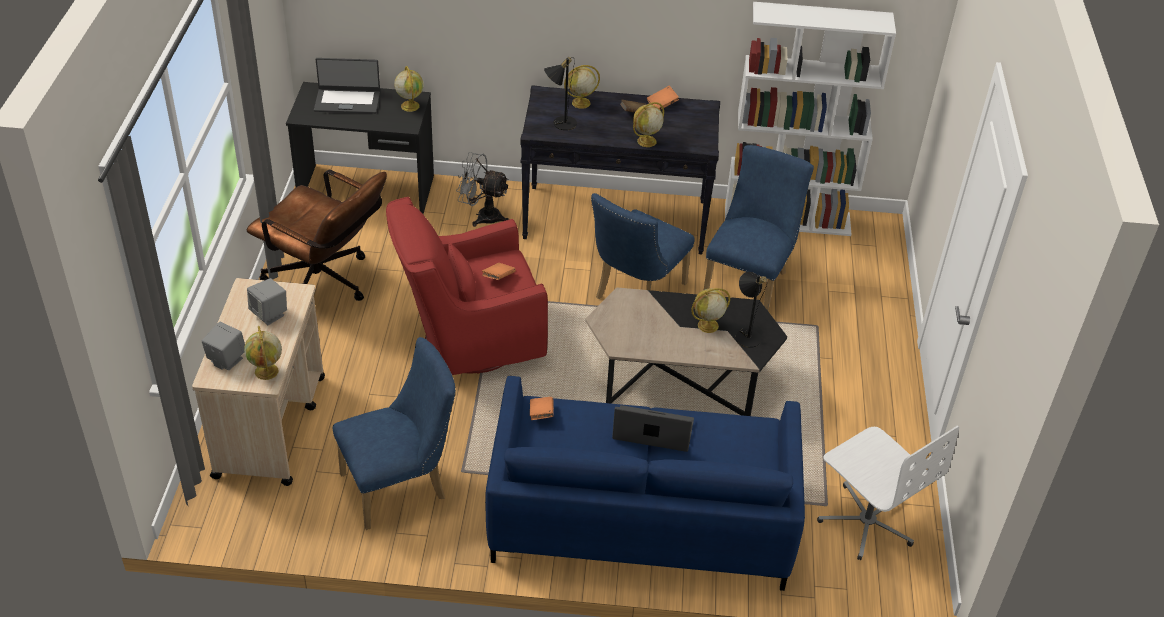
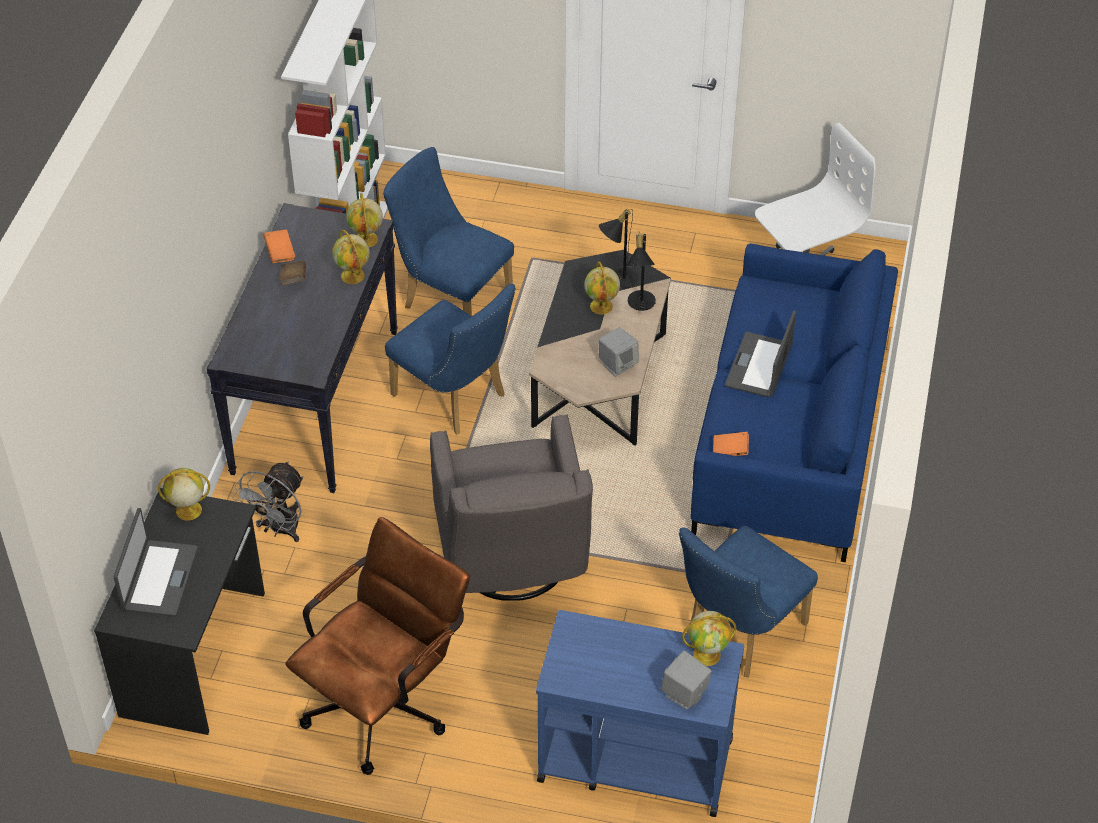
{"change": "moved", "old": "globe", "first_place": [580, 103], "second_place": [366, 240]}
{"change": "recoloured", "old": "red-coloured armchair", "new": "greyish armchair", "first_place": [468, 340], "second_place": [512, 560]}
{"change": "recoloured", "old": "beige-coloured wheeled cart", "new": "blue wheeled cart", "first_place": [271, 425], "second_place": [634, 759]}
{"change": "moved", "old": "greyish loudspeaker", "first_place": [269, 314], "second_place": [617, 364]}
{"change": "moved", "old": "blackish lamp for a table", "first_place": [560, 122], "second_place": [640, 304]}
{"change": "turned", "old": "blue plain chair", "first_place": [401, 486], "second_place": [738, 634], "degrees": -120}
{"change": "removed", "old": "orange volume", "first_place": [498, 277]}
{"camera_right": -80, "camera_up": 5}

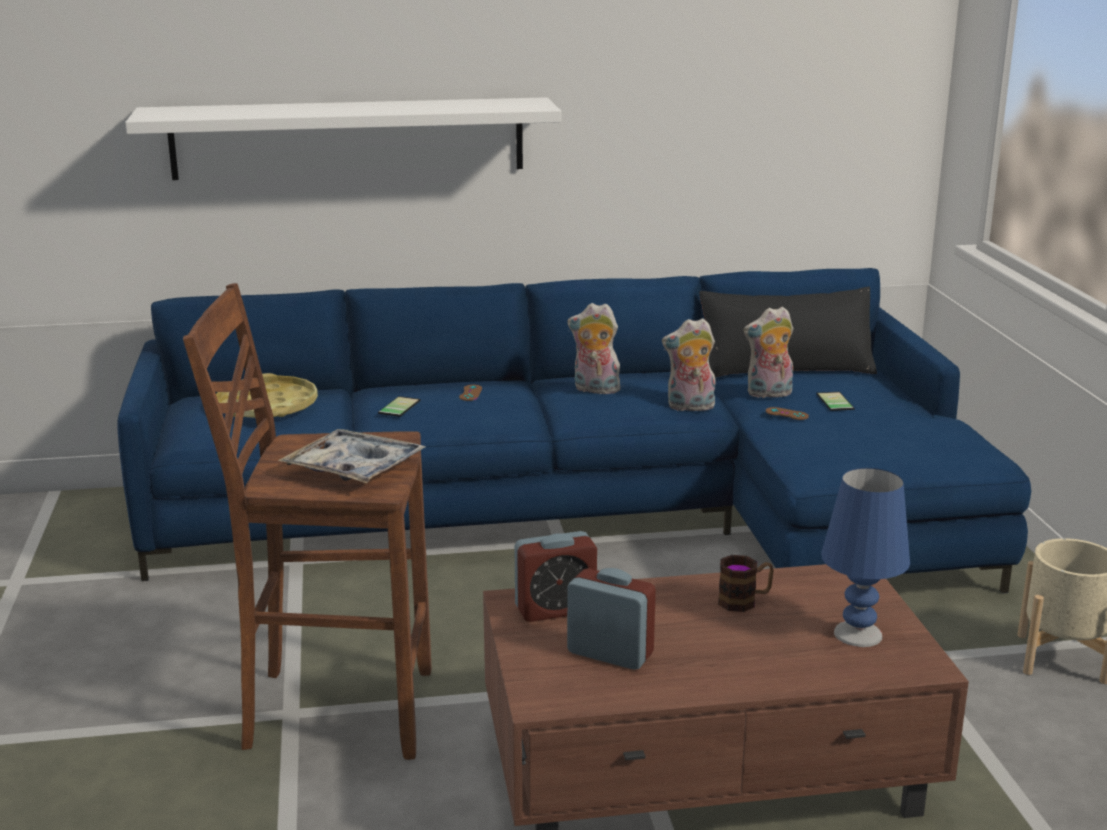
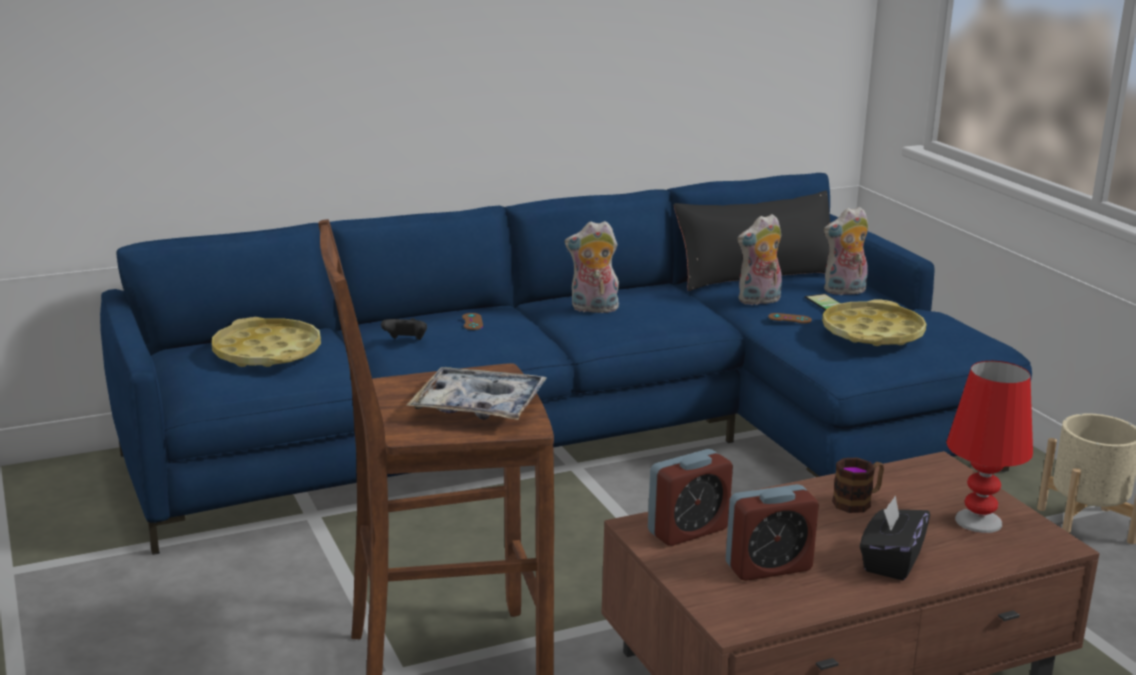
{"change": "replaced", "old": "telephone", "new": "blackish game controller", "first_place": [397, 406], "second_place": [405, 341]}
{"change": "turned", "old": "table clock", "first_place": [610, 653], "second_place": [768, 567], "degrees": 150}
{"change": "added", "new": "yellow-coloured tray", "second_place": [872, 333]}
{"change": "moved", "old": "soft toy", "first_place": [689, 407], "second_place": [844, 291]}
{"change": "added", "new": "blackish tissue box", "second_place": [891, 561]}
{"change": "recoloured", "old": "blue lamp for a table", "new": "red-coloured lamp for a table", "first_place": [857, 634], "second_place": [978, 521]}
{"change": "removed", "old": "white shelf", "first_place": [348, 138]}
{"camera_right": -15, "camera_up": 0}

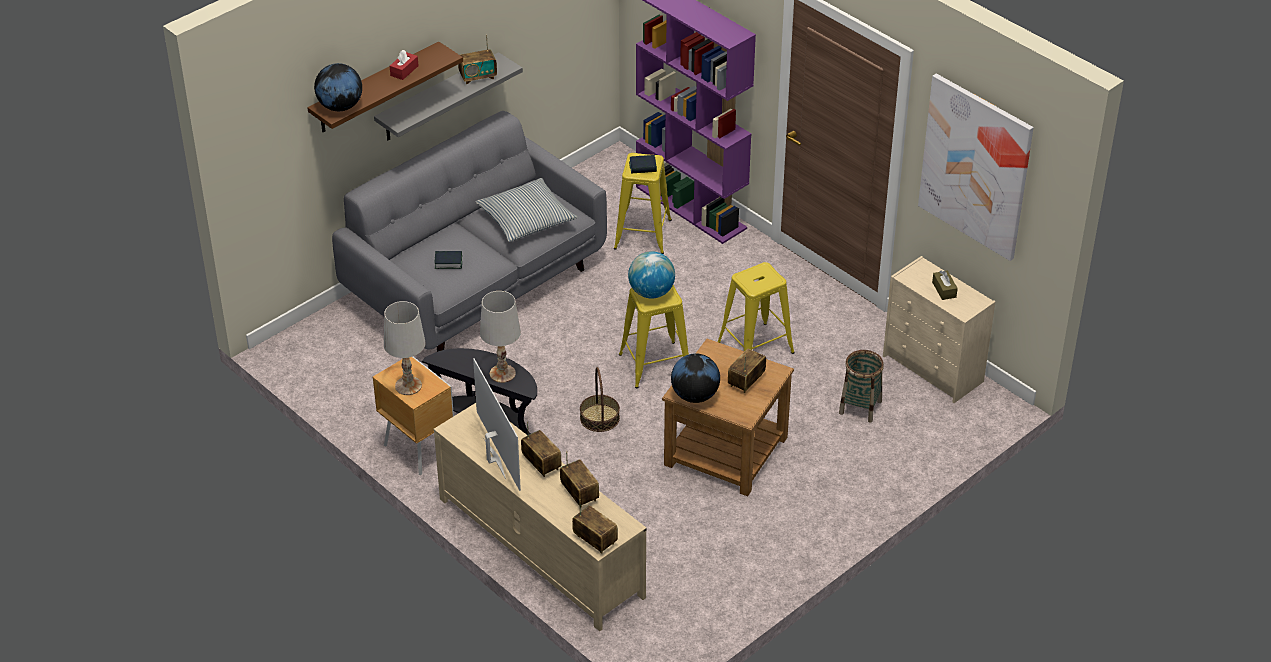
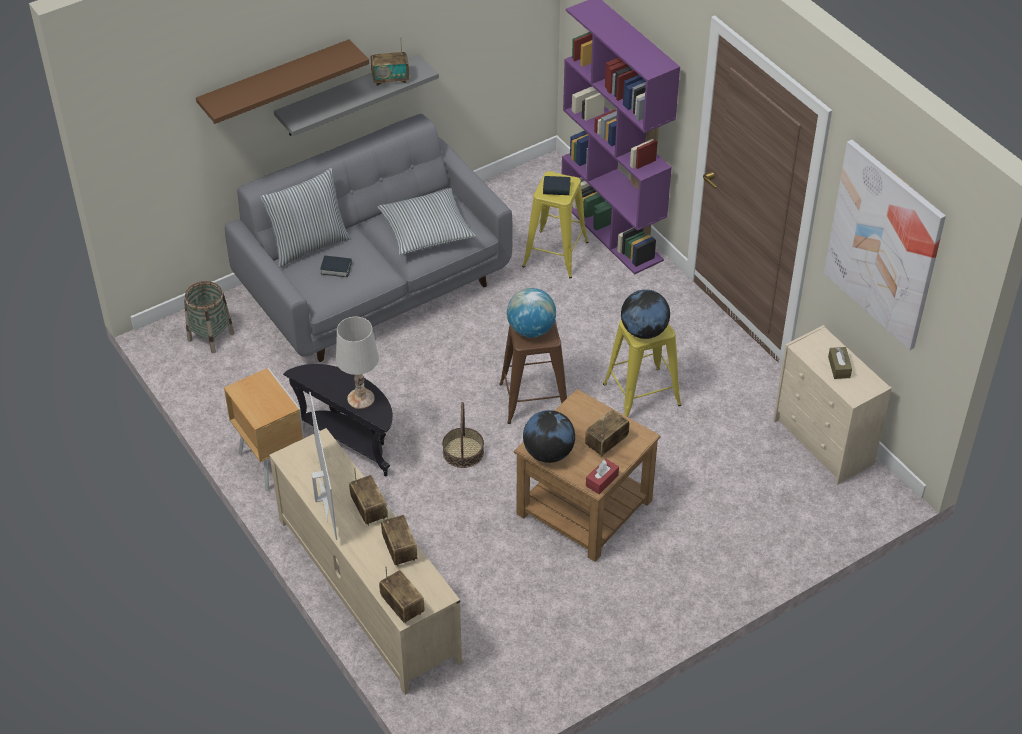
{"change": "moved", "old": "household basket", "first_place": [860, 407], "second_place": [211, 336]}
{"change": "added", "new": "pillow", "second_place": [309, 245]}
{"change": "recoloured", "old": "yellow-coloured stool", "new": "brown stool", "first_place": [655, 365], "second_place": [534, 400]}
{"change": "moved", "old": "red-coloured tissue box", "first_place": [404, 71], "second_place": [602, 480]}
{"change": "moved", "old": "globe", "first_place": [340, 106], "second_place": [644, 331]}
{"change": "removed", "old": "white lamp for a table", "first_place": [408, 385]}
{"camera_right": 10, "camera_up": 5}

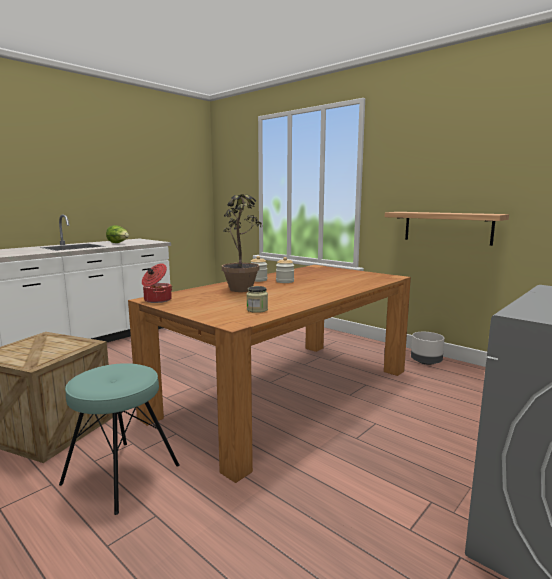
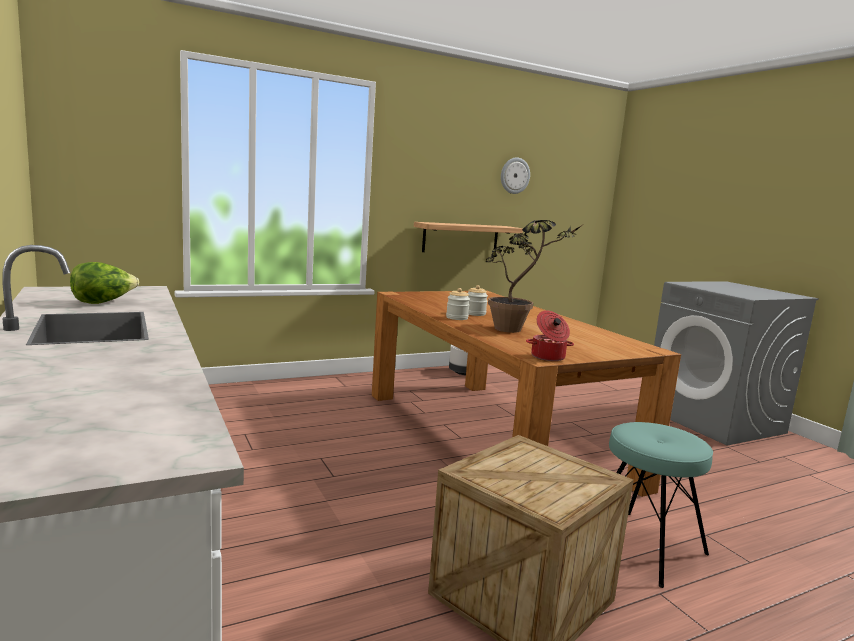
{"change": "added", "new": "wall clock", "second_place": [514, 175]}
{"change": "removed", "old": "preserve jar", "first_place": [257, 310]}
{"camera_right": -70, "camera_up": 0}

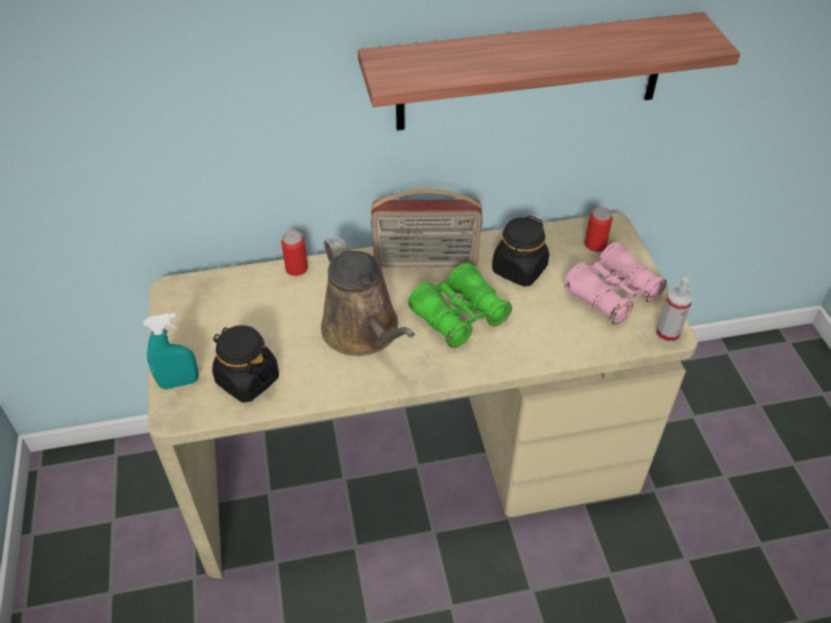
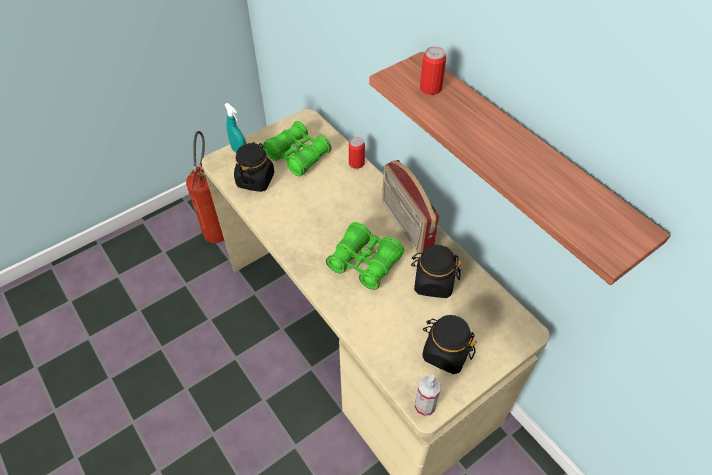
{"change": "added", "new": "extinguisher", "second_place": [218, 228]}
{"change": "added", "new": "green-coloured binoculars", "second_place": [298, 156]}
{"change": "moved", "old": "metal can", "first_place": [595, 245], "second_place": [430, 88]}
{"change": "replaced", "old": "pink-coloured binoculars", "new": "blackish preserve jar", "first_place": [612, 294], "second_place": [445, 353]}
{"change": "removed", "old": "brown sprinkling can", "first_place": [364, 332]}
{"camera_right": 65, "camera_up": 5}

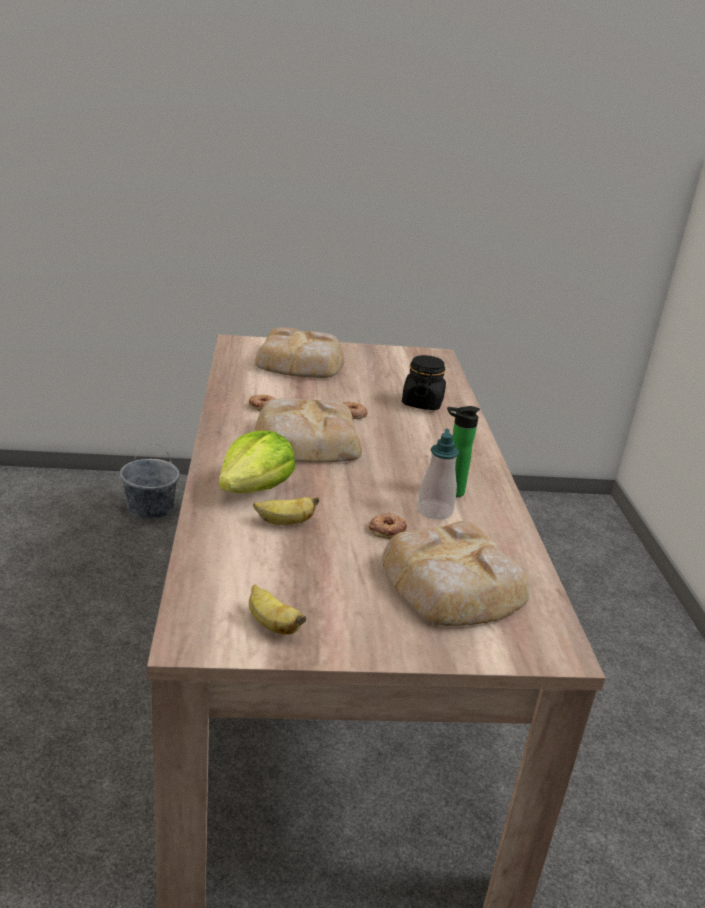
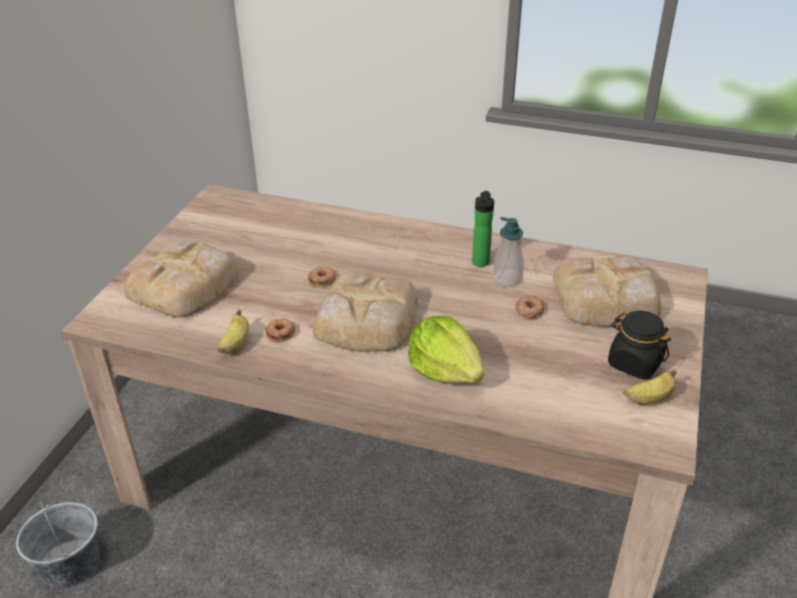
{"change": "moved", "old": "banana", "first_place": [285, 523], "second_place": [235, 344]}
{"change": "moved", "old": "blackish preserve jar", "first_place": [422, 403], "second_place": [634, 363]}
{"camera_right": -65, "camera_up": 10}

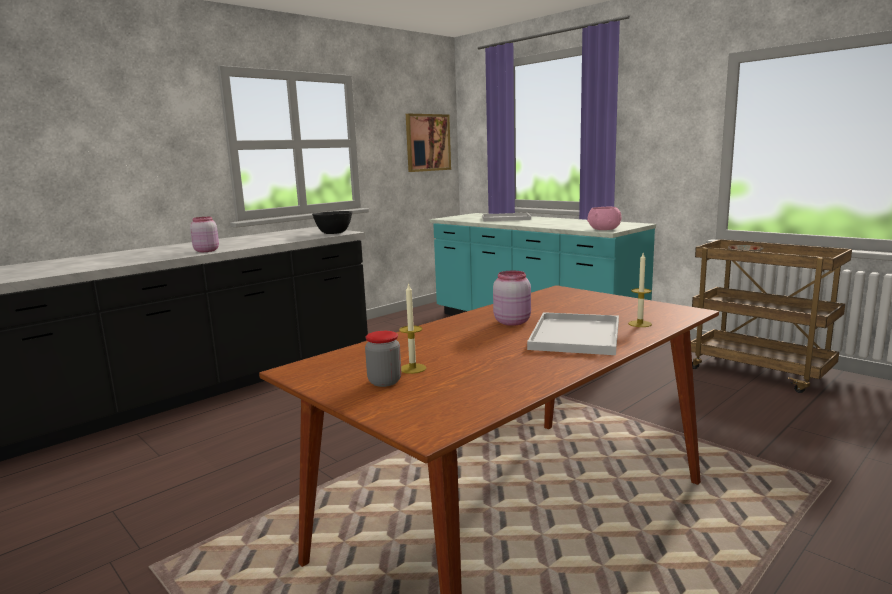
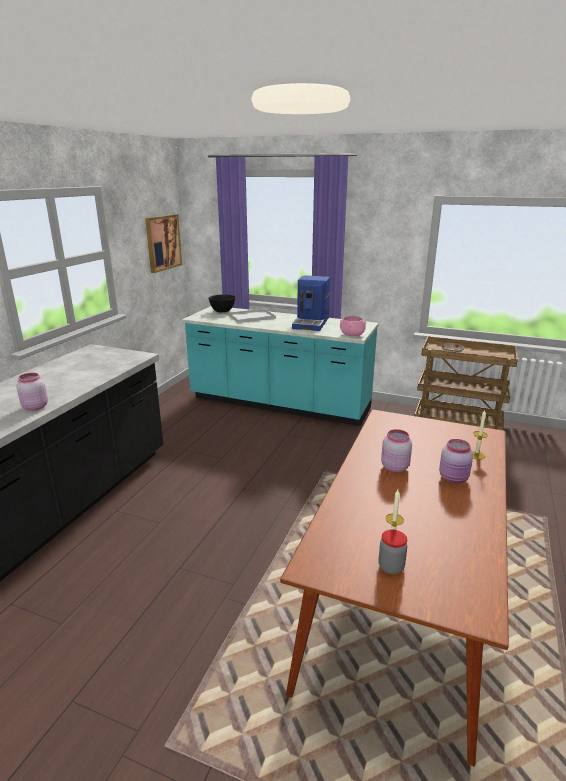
{"change": "moved", "old": "blackish serving bowl", "first_place": [334, 233], "second_place": [222, 311]}
{"change": "added", "new": "coffee machine", "second_place": [311, 323]}
{"change": "replaced", "old": "white tray", "new": "pink-coloured preserve jar", "first_place": [576, 336], "second_place": [454, 478]}
{"camera_right": -25, "camera_up": 10}

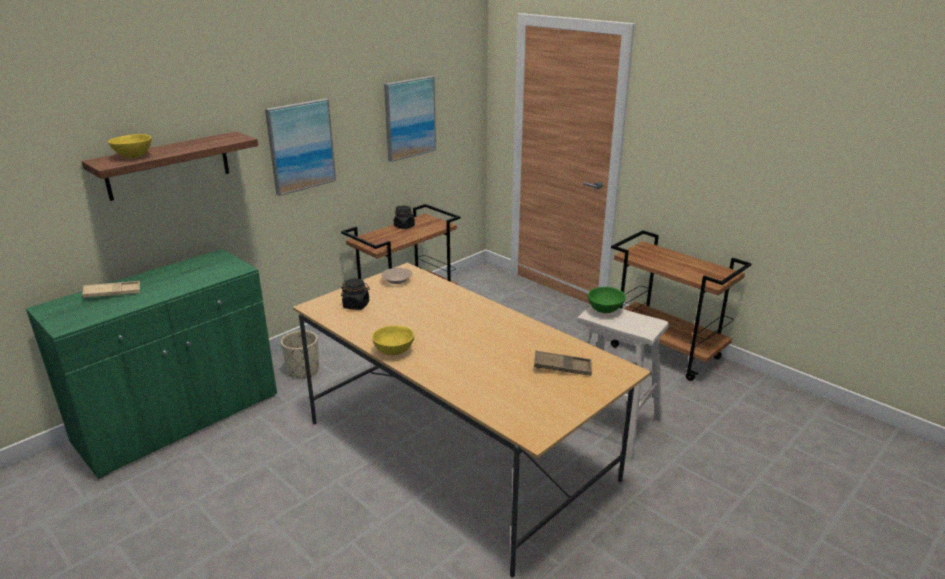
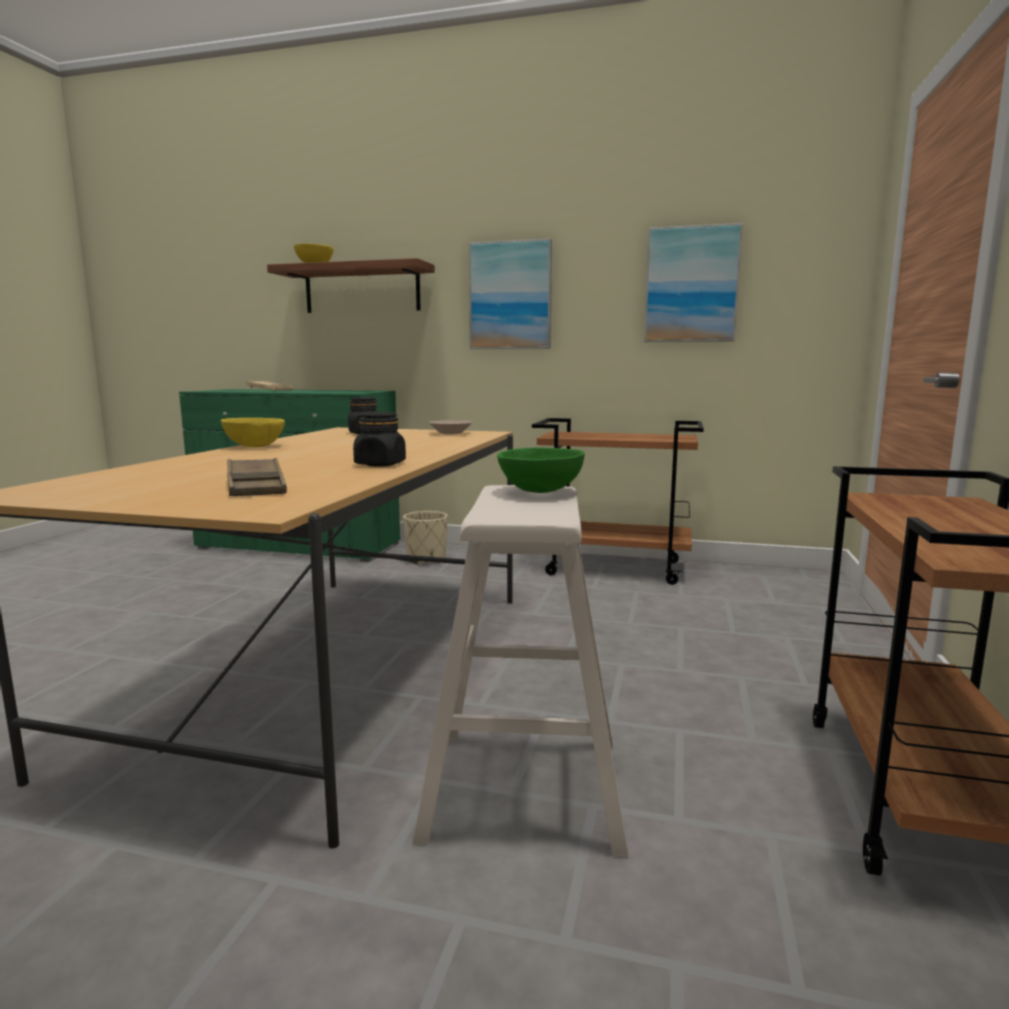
{"change": "moved", "old": "blackish preserve jar", "first_place": [404, 226], "second_place": [380, 464]}
{"camera_right": 60, "camera_up": -15}

